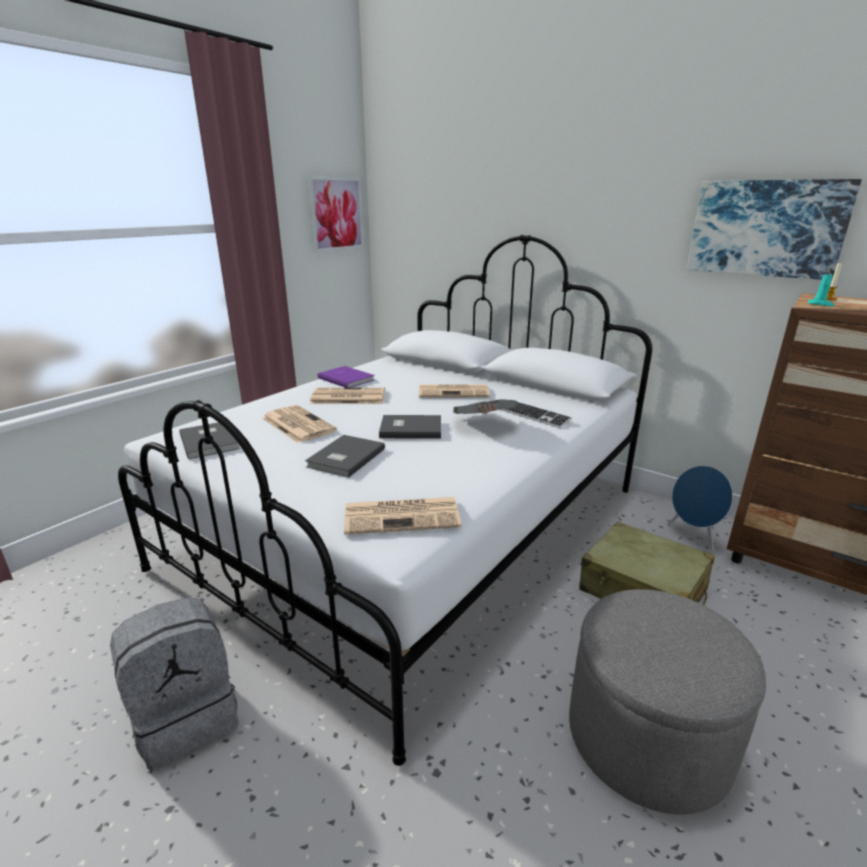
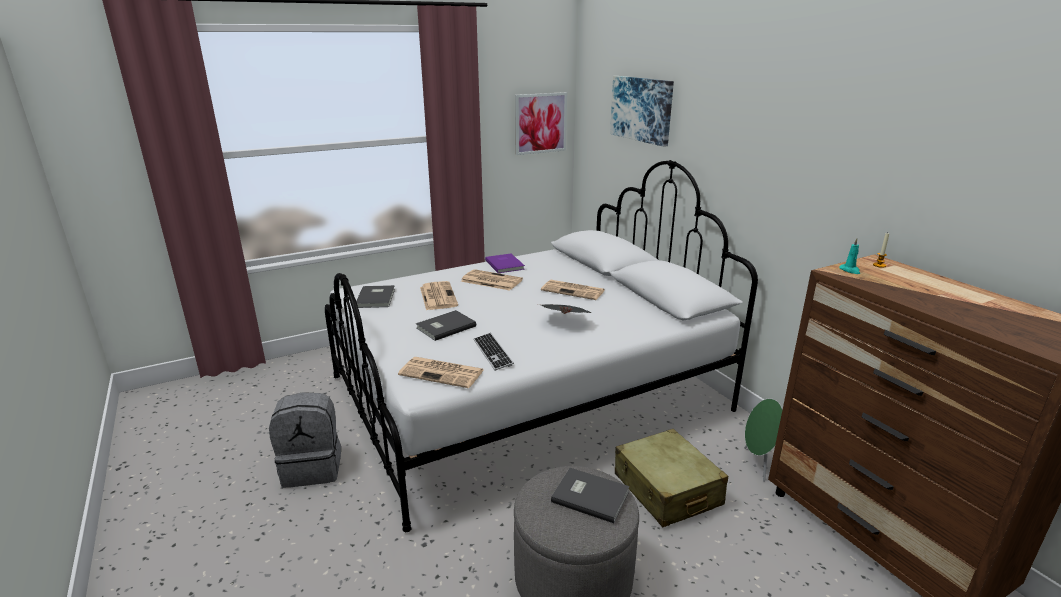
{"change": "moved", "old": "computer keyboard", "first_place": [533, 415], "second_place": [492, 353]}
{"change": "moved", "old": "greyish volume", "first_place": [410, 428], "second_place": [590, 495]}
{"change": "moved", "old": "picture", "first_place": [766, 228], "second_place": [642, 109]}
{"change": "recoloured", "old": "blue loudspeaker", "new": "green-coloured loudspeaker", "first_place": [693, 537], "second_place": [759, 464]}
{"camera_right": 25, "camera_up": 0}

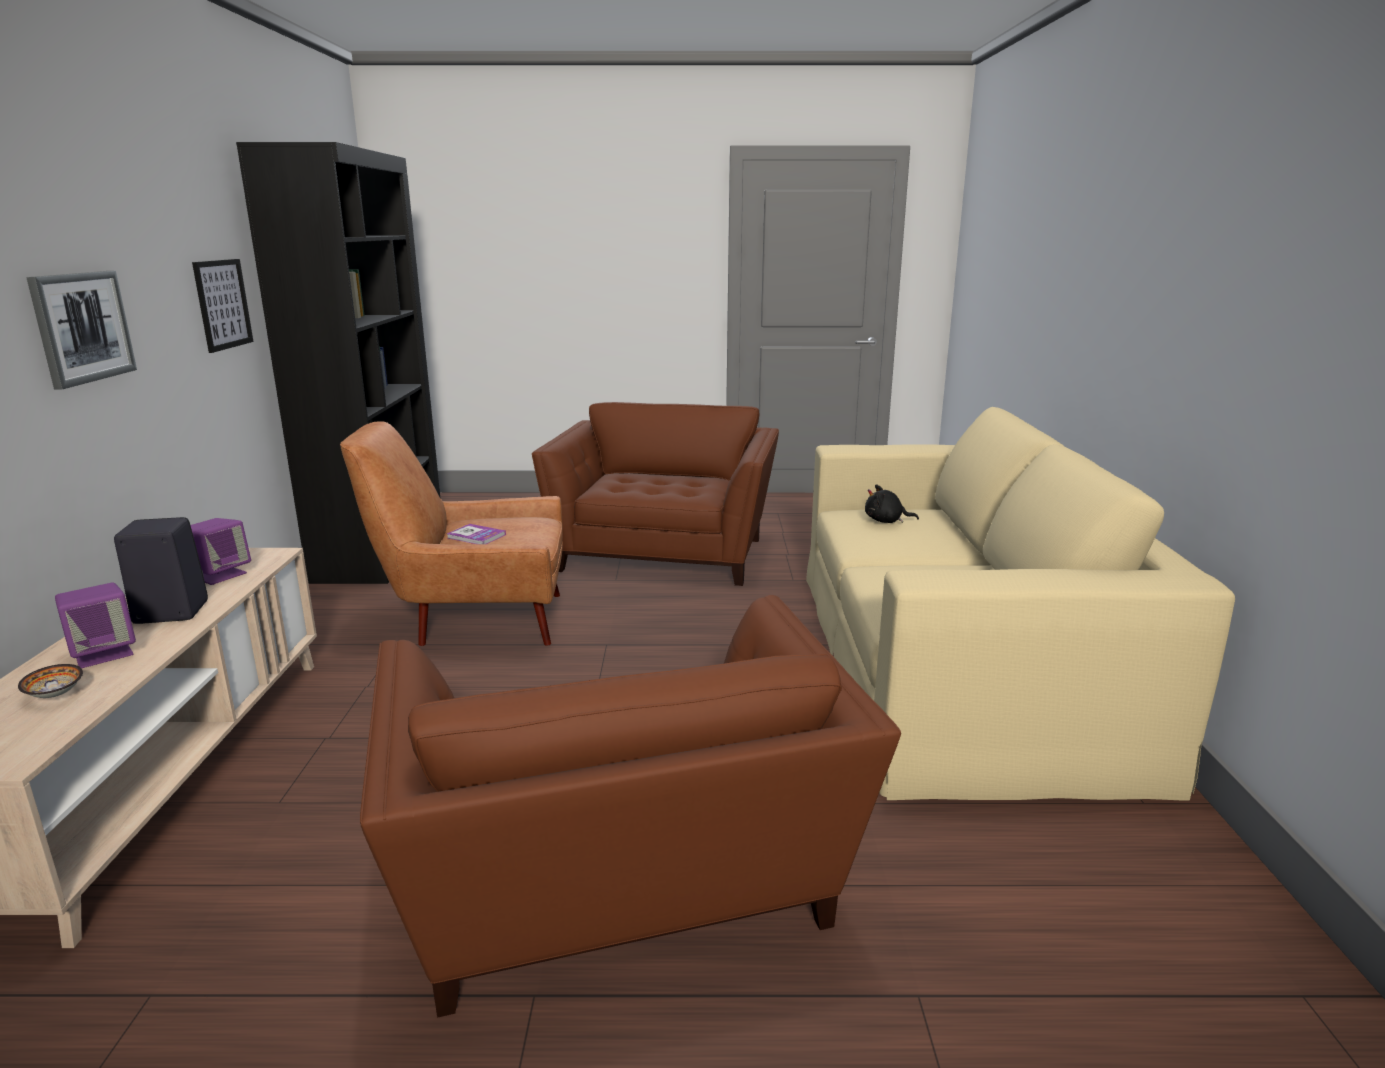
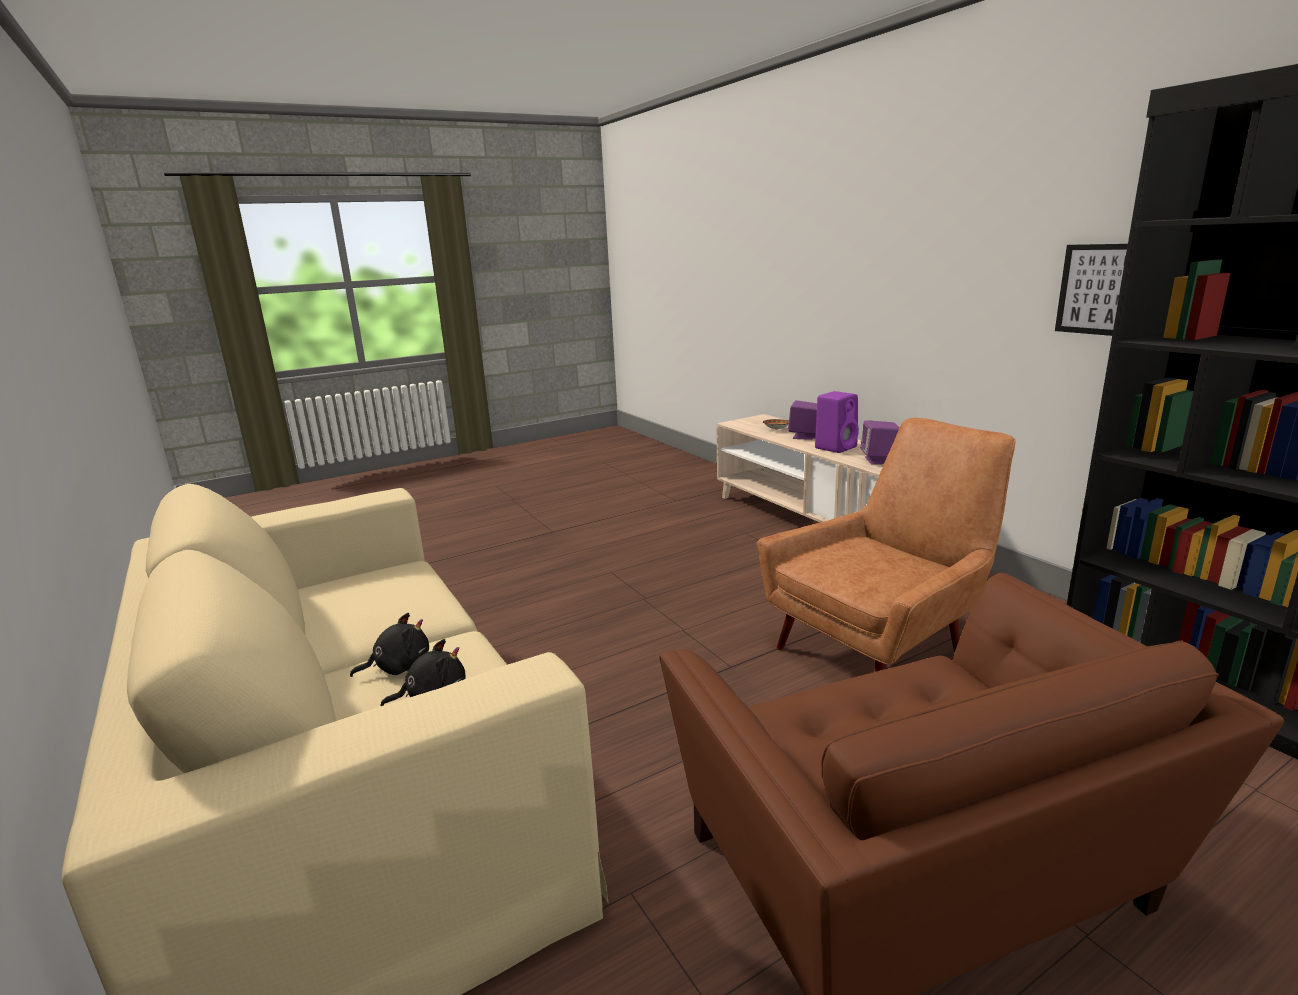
{"change": "added", "new": "blackish soft toy", "second_place": [399, 667]}
{"change": "recoloured", "old": "blackish loudspeaker", "new": "purple loudspeaker", "first_place": [168, 613], "second_place": [836, 447]}
{"change": "removed", "old": "picture", "first_place": [82, 327]}
{"change": "removed", "old": "brown armchair", "first_place": [621, 886]}
{"change": "removed", "old": "volume", "first_place": [476, 536]}
{"camera_right": 150, "camera_up": 0}

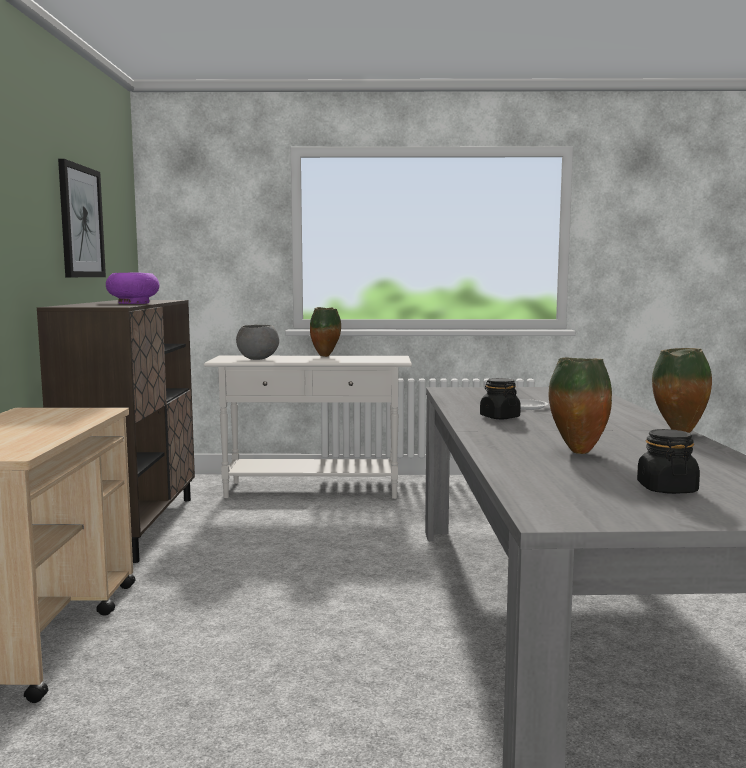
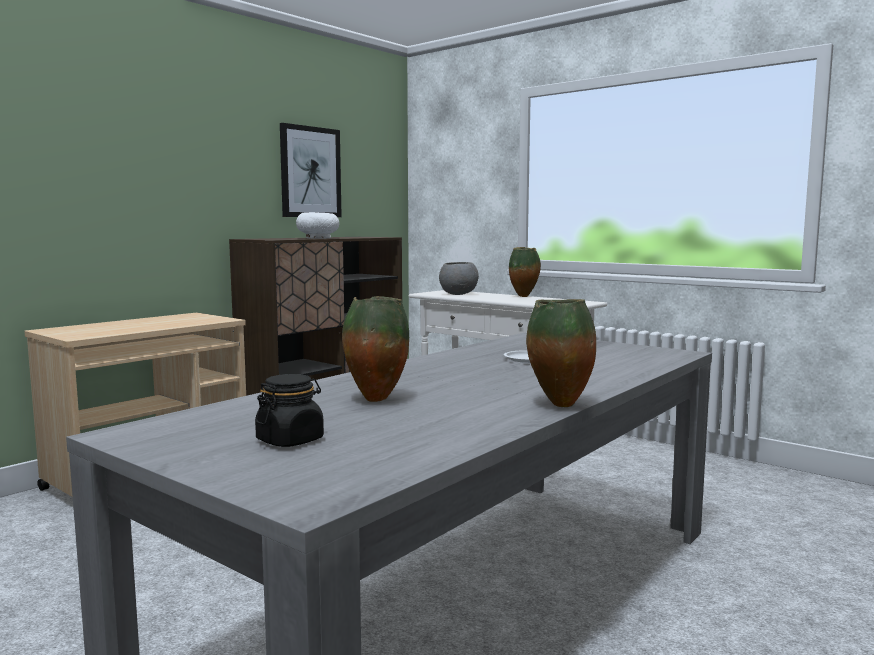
{"change": "recoloured", "old": "purple serving bowl", "new": "white serving bowl", "first_place": [133, 303], "second_place": [318, 238]}
{"change": "removed", "old": "blackish preserve jar", "first_place": [499, 417]}
{"camera_right": 40, "camera_up": 0}

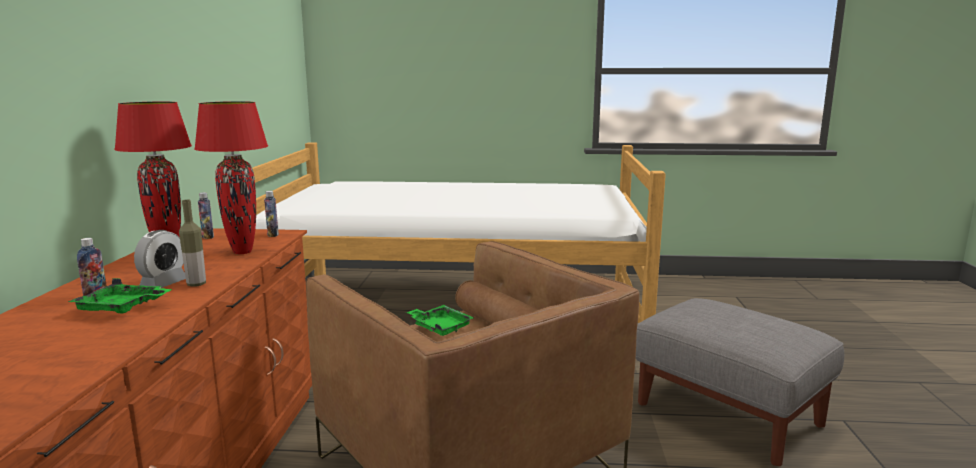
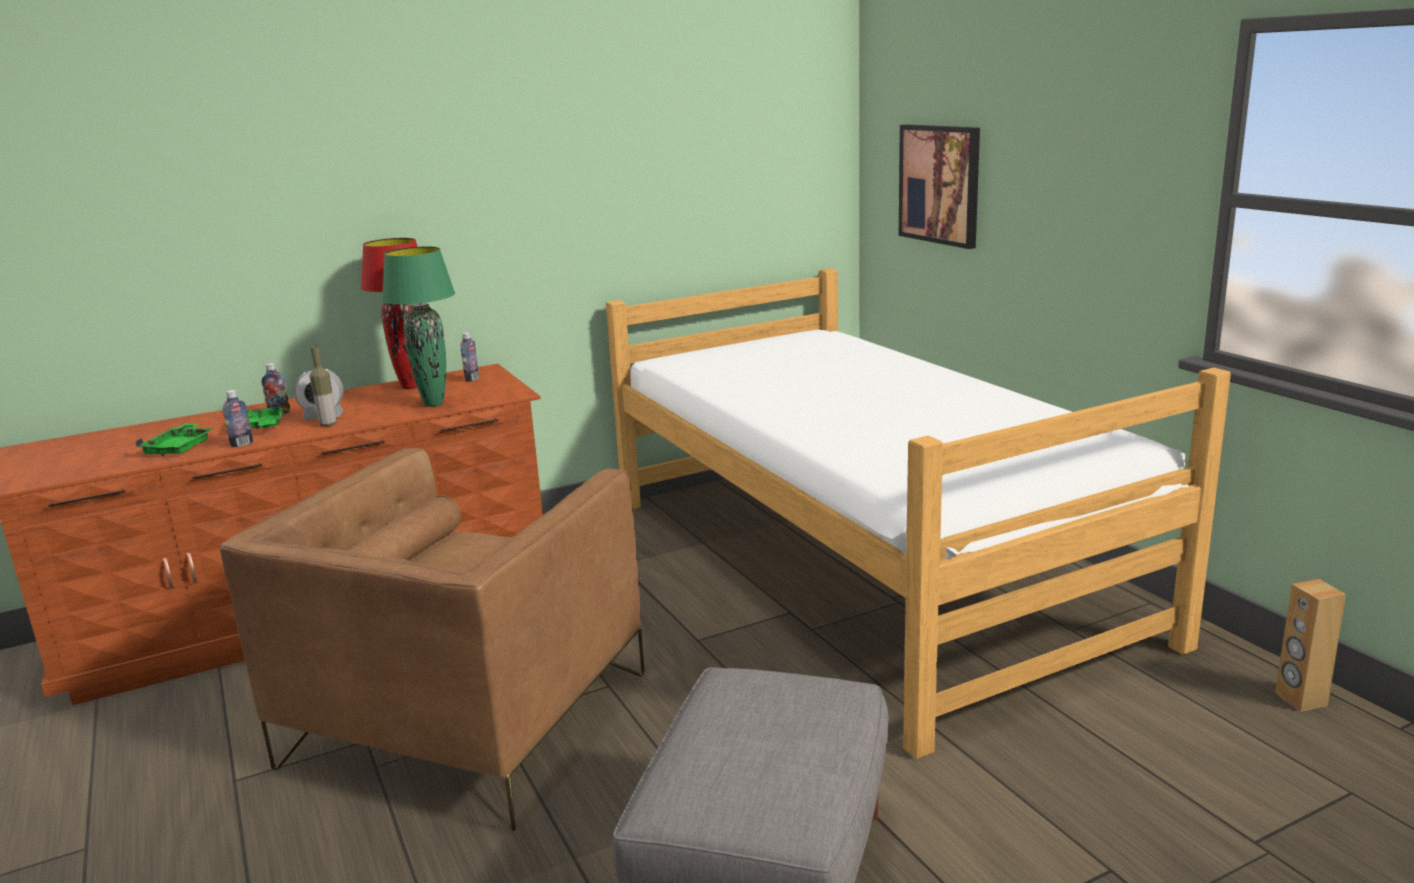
{"change": "moved", "old": "green-coloured tray", "first_place": [440, 327], "second_place": [180, 448]}
{"change": "moved", "old": "beverage bottle", "first_place": [273, 235], "second_place": [242, 444]}
{"change": "recoloured", "old": "red-coloured lamp for a table", "new": "green-coloured lamp for a table", "first_place": [243, 252], "second_place": [434, 404]}
{"change": "added", "new": "picture", "second_place": [940, 184]}
{"change": "added", "new": "brown loudspeaker", "second_place": [1300, 699]}
{"camera_right": 60, "camera_up": 5}

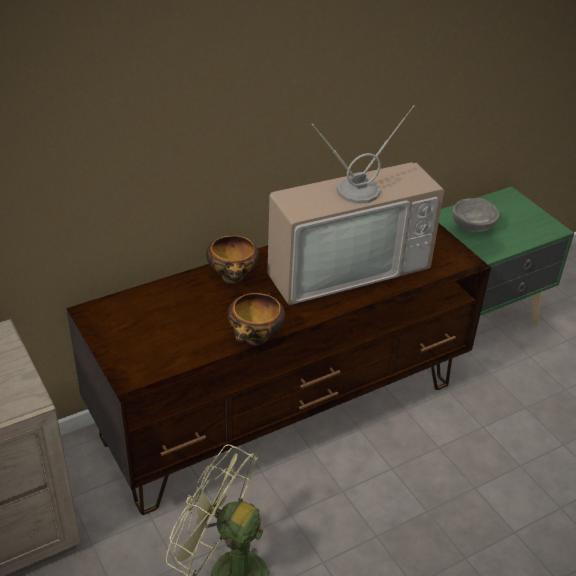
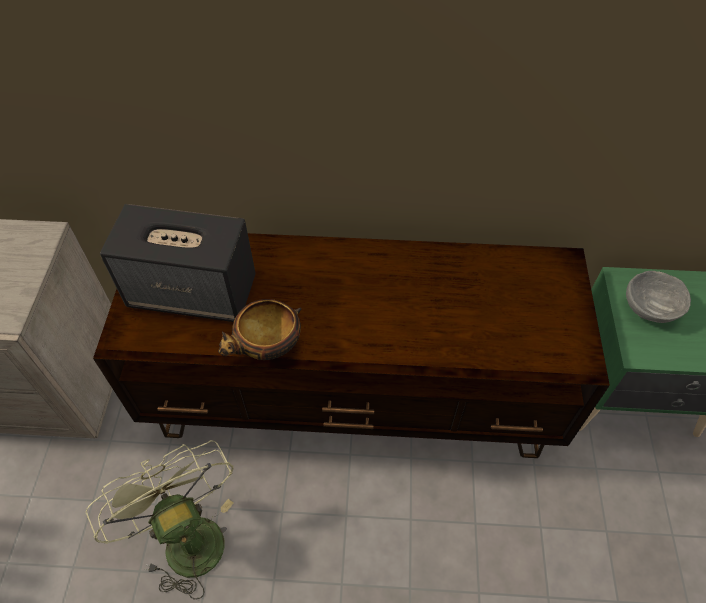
{"change": "added", "new": "loudspeaker", "second_place": [194, 292]}
{"change": "removed", "old": "serving bowl", "first_place": [233, 278]}
{"change": "removed", "old": "television", "first_place": [345, 264]}
{"camera_right": 35, "camera_up": 15}

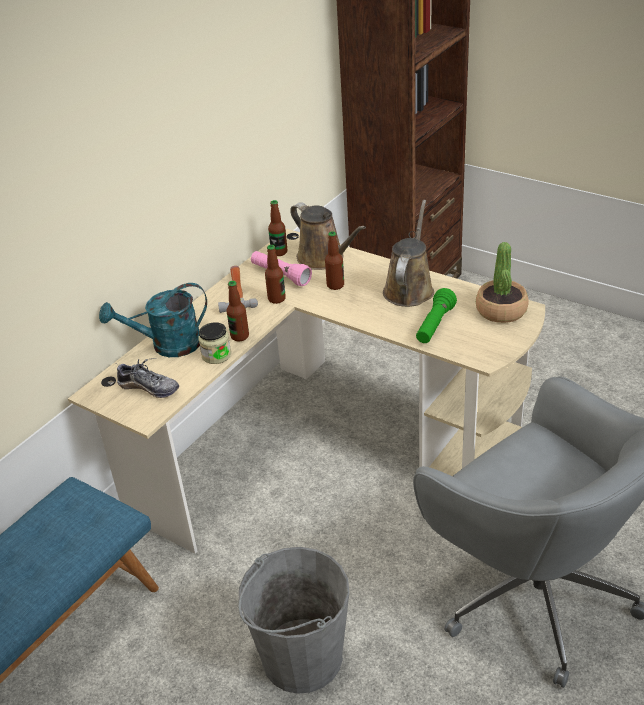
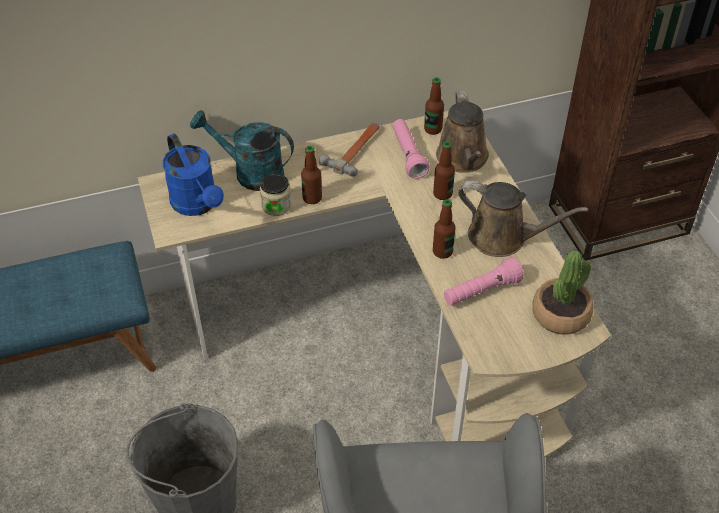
{"change": "replaced", "old": "item of footwear", "new": "blue sprinkling can", "first_place": [149, 388], "second_place": [198, 205]}
{"change": "moved", "old": "beverage bottle", "first_place": [276, 299], "second_place": [442, 252]}
{"change": "recoloured", "old": "green-coloured flashlight", "new": "pink-coloured flashlight", "first_place": [435, 326], "second_place": [481, 291]}
{"change": "turned", "old": "brown sprinkling can", "first_place": [409, 289], "second_place": [503, 238], "degrees": 60}
{"camera_right": 35, "camera_up": 10}

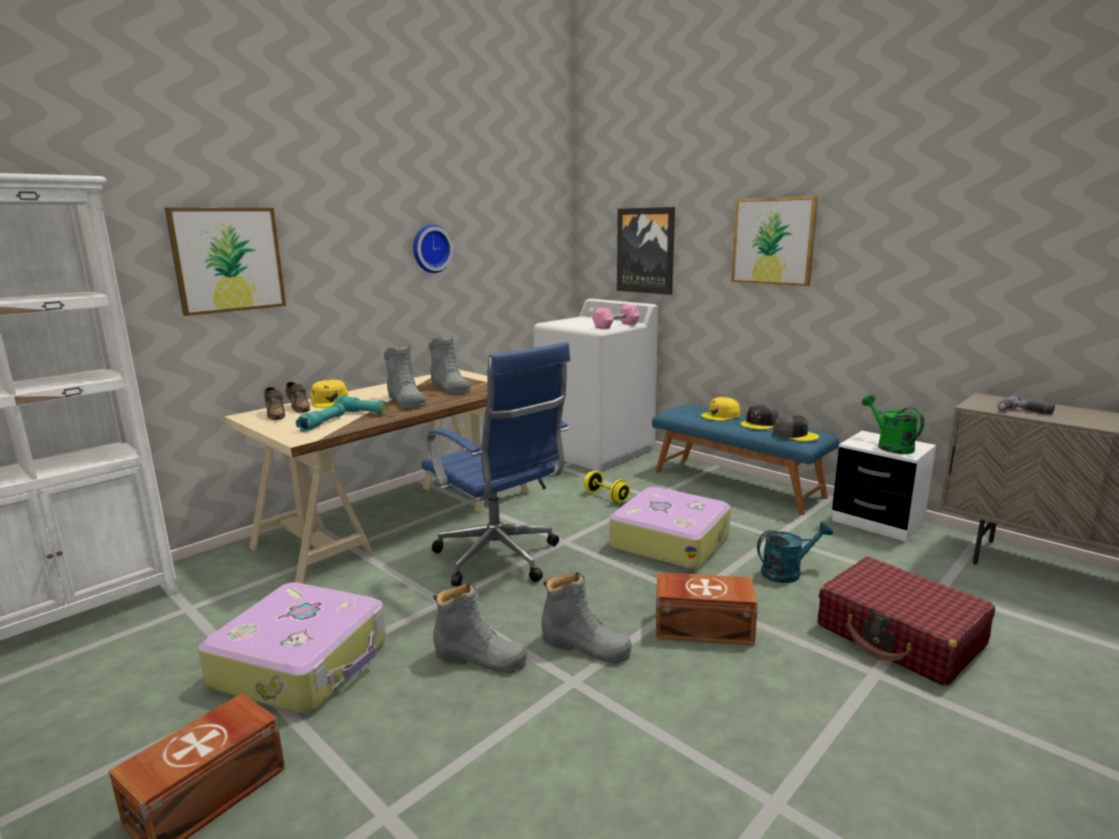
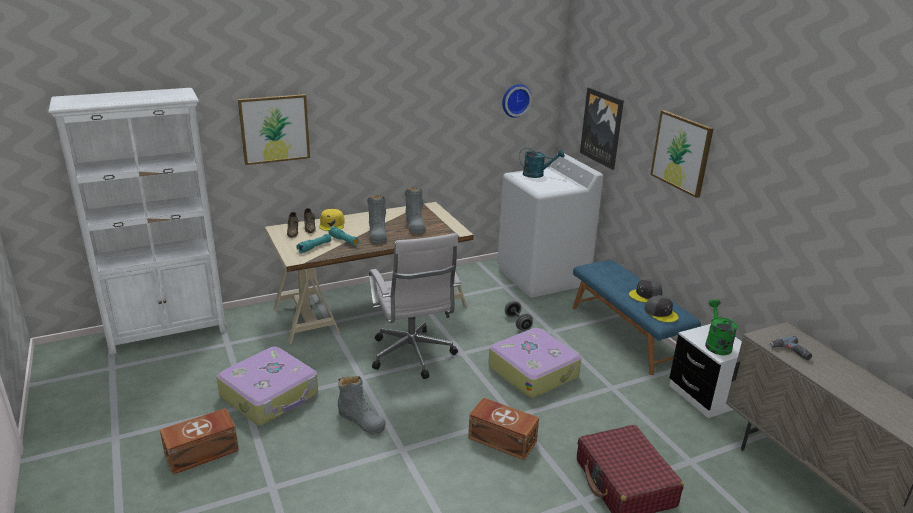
{"change": "recoloured", "old": "blue computer chair", "new": "white computer chair", "first_place": [500, 560], "second_place": [413, 356]}
{"change": "moved", "old": "wall clock", "first_place": [430, 248], "second_place": [515, 100]}
{"change": "recoloured", "old": "yellow-coloured free weight", "new": "greyish free weight", "first_place": [606, 497], "second_place": [517, 323]}
{"change": "moved", "old": "turquoise-coloured sprinkling can", "first_place": [787, 572], "second_place": [537, 174]}
{"change": "removed", "old": "greyish tall boot", "first_place": [586, 646]}
{"change": "removed", "old": "pink-coloured free weight", "first_place": [616, 326]}
{"change": "removed", "old": "yellow-coloured baseball cap", "first_place": [721, 415]}
{"camera_right": 20, "camera_up": 10}

